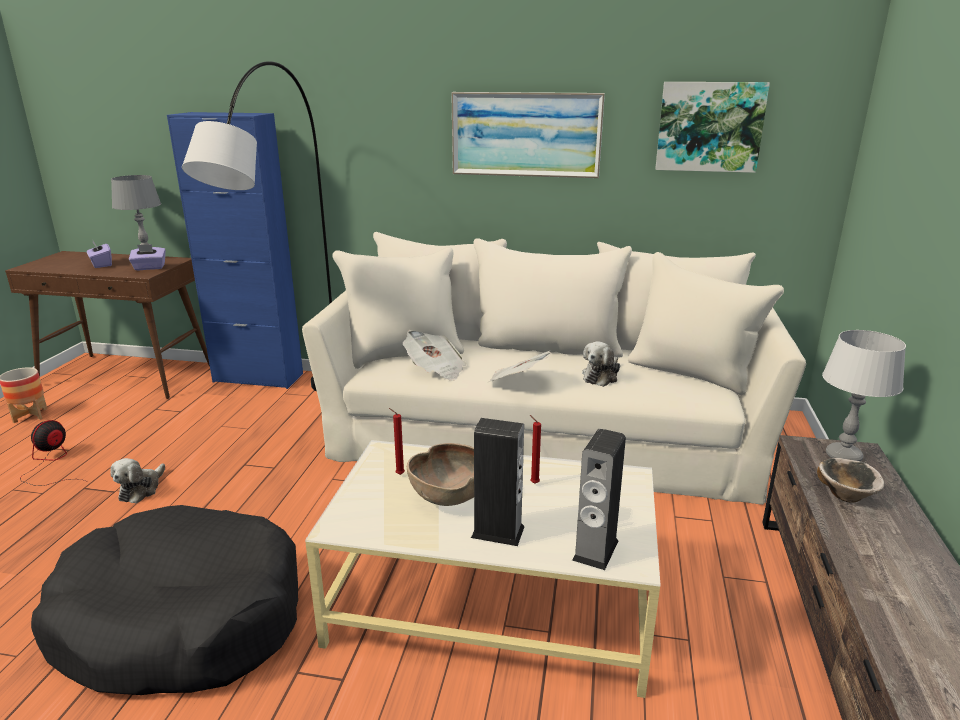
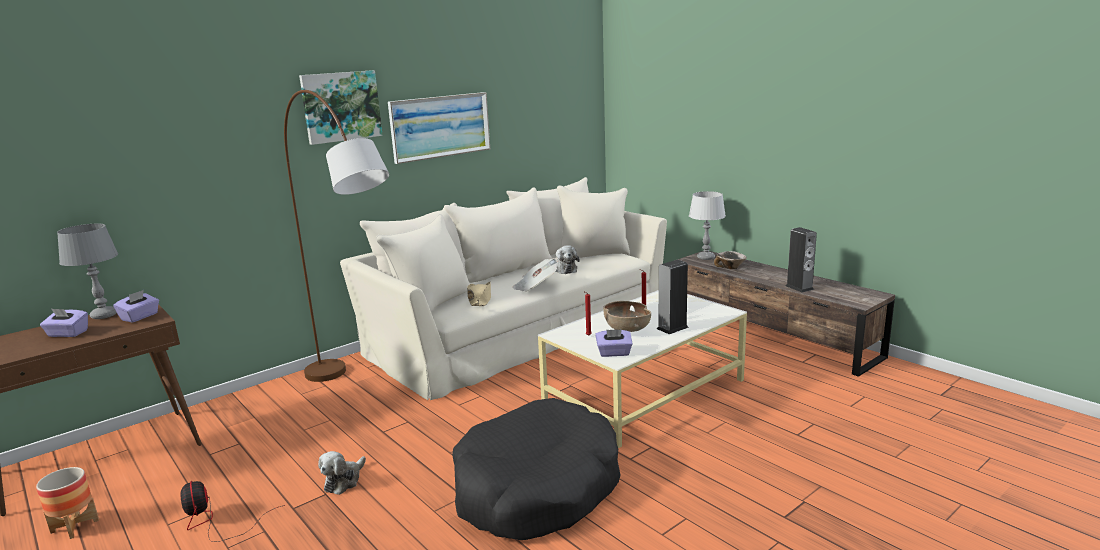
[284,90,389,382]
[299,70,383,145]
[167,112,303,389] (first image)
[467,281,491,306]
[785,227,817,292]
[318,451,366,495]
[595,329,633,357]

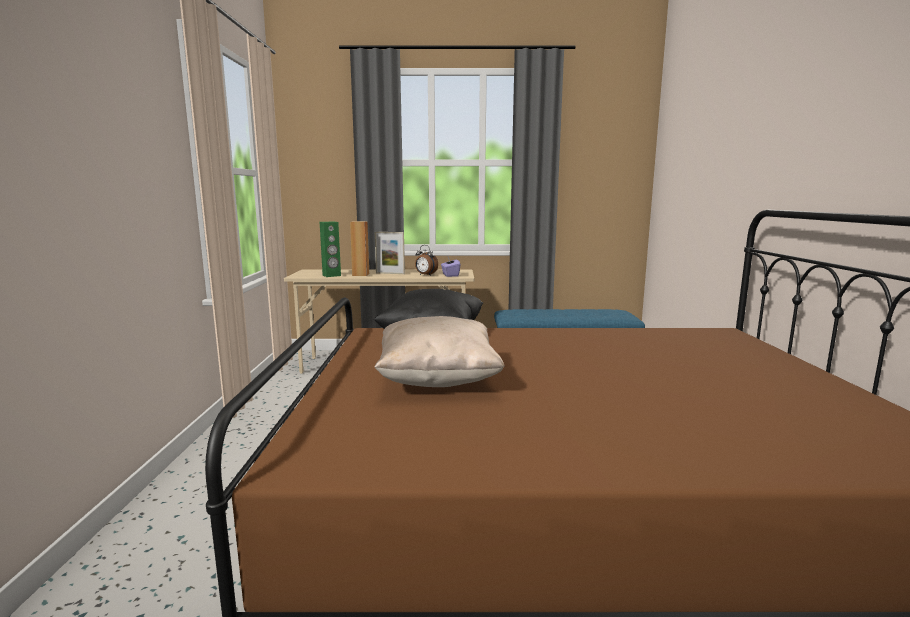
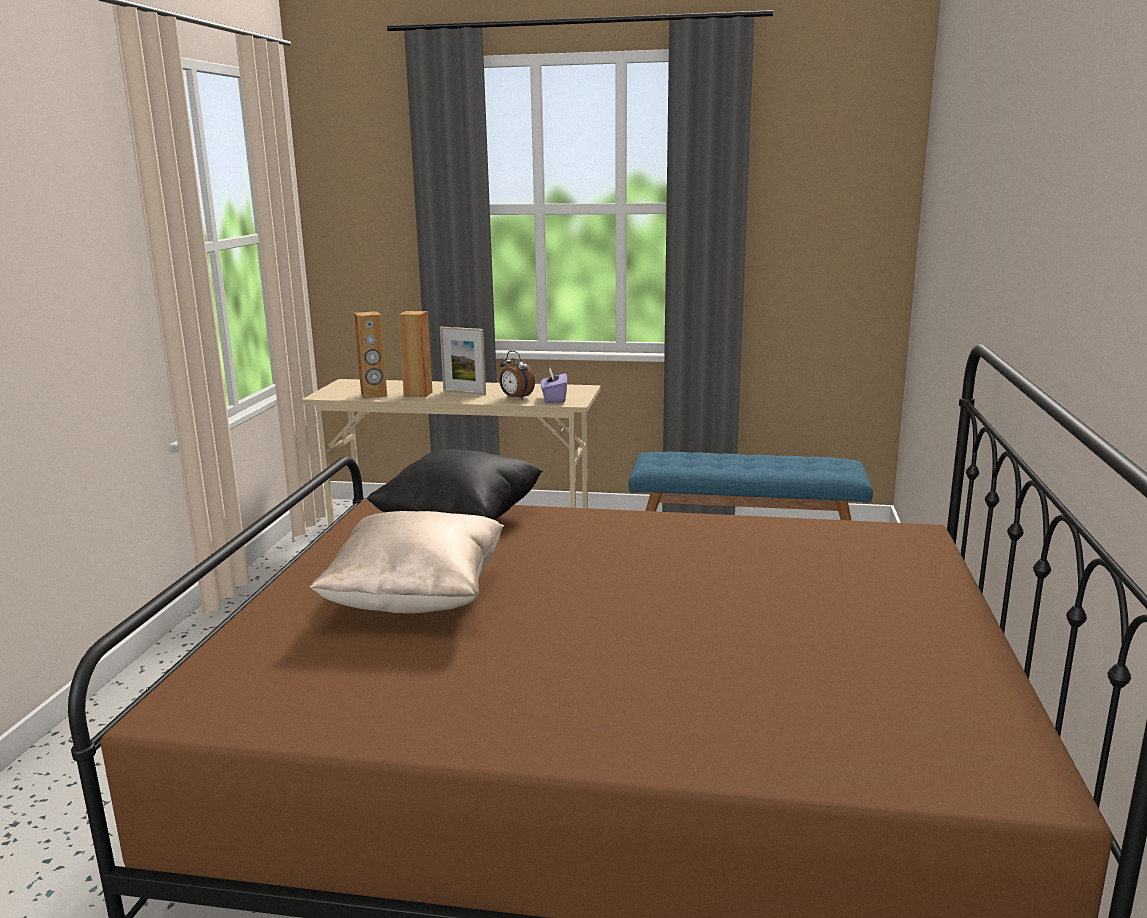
[354,311,387,399]

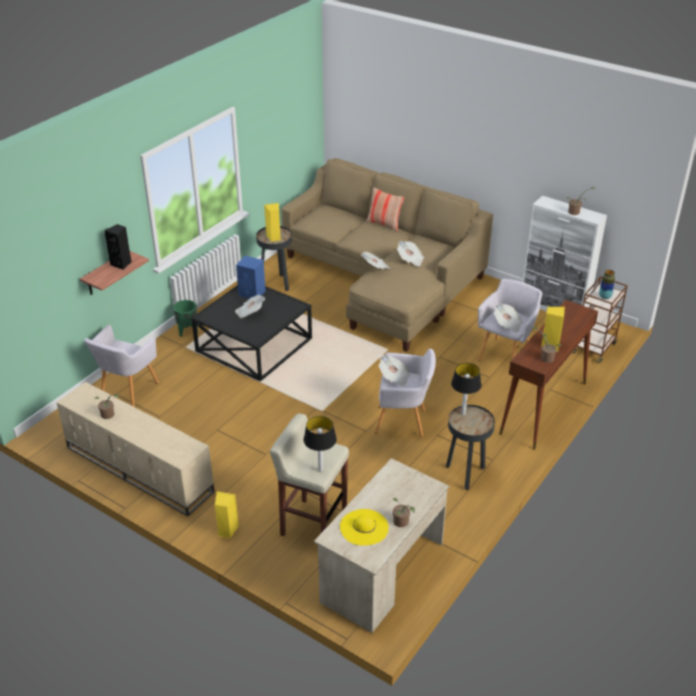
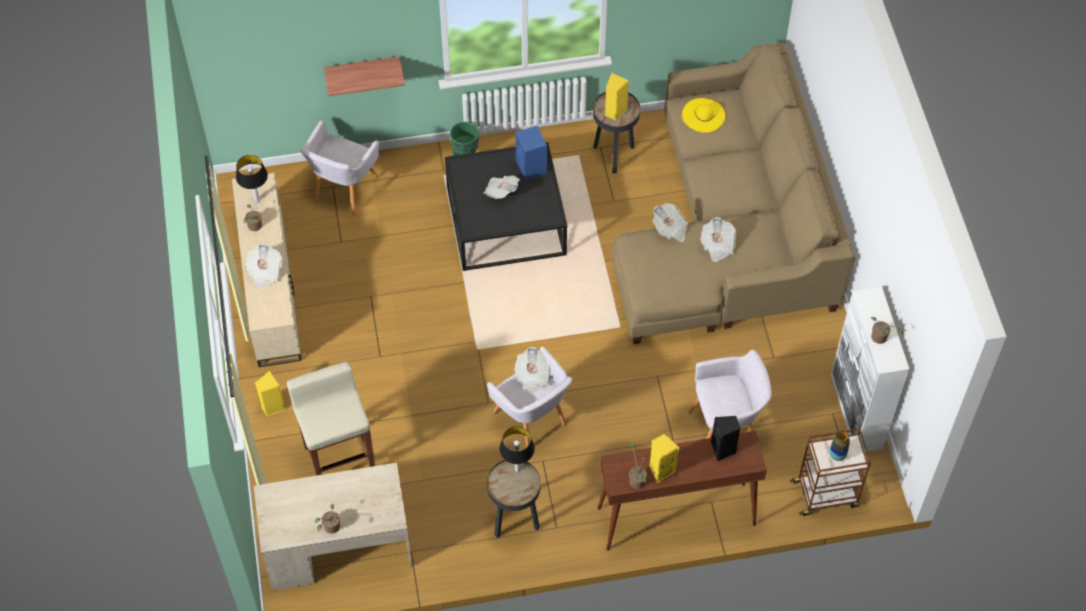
[366,188,404,231] (first image)
[711,416,741,461]
[245,244,282,289]
[300,120,379,216]
[236,155,268,202]
[682,98,725,133]

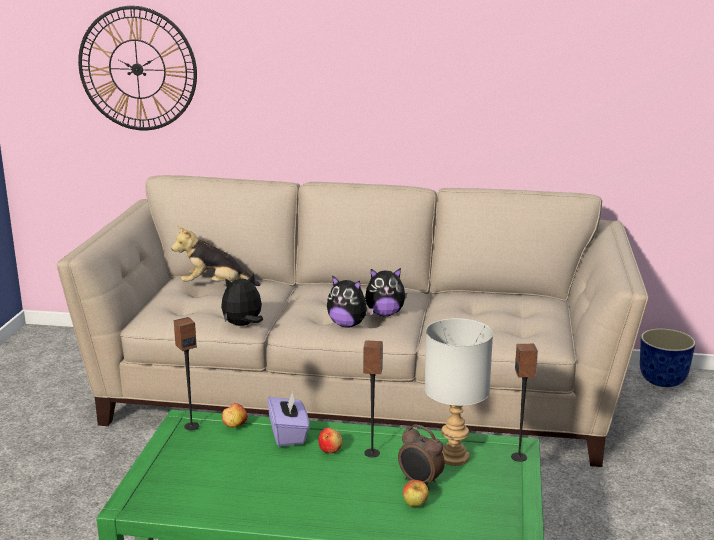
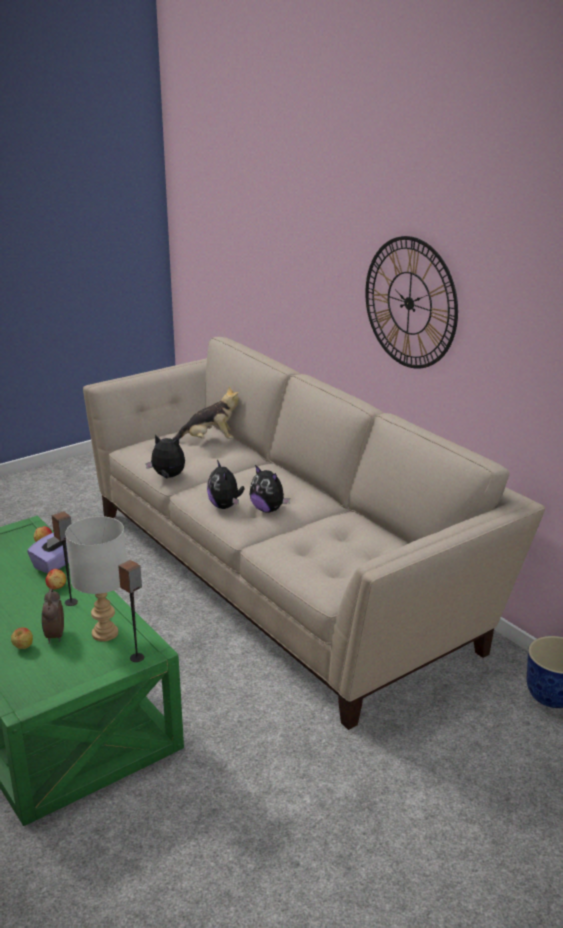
[365,236,458,369]
[173,386,239,441]
[174,317,199,430] (first image)

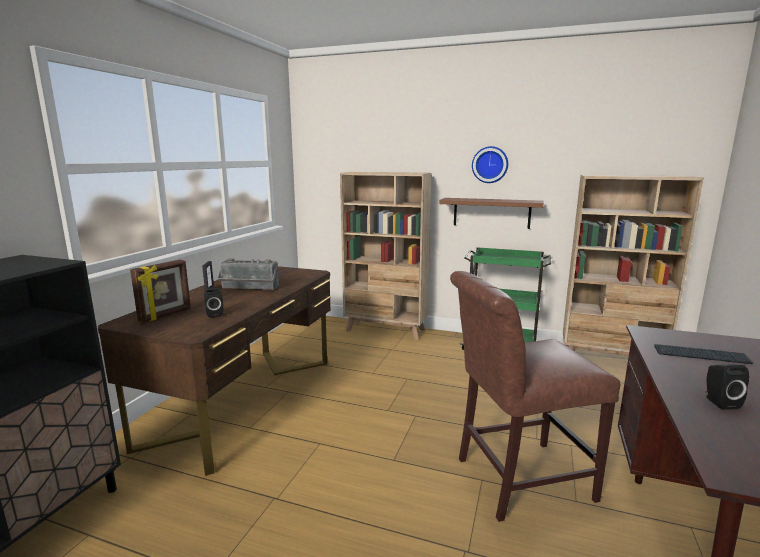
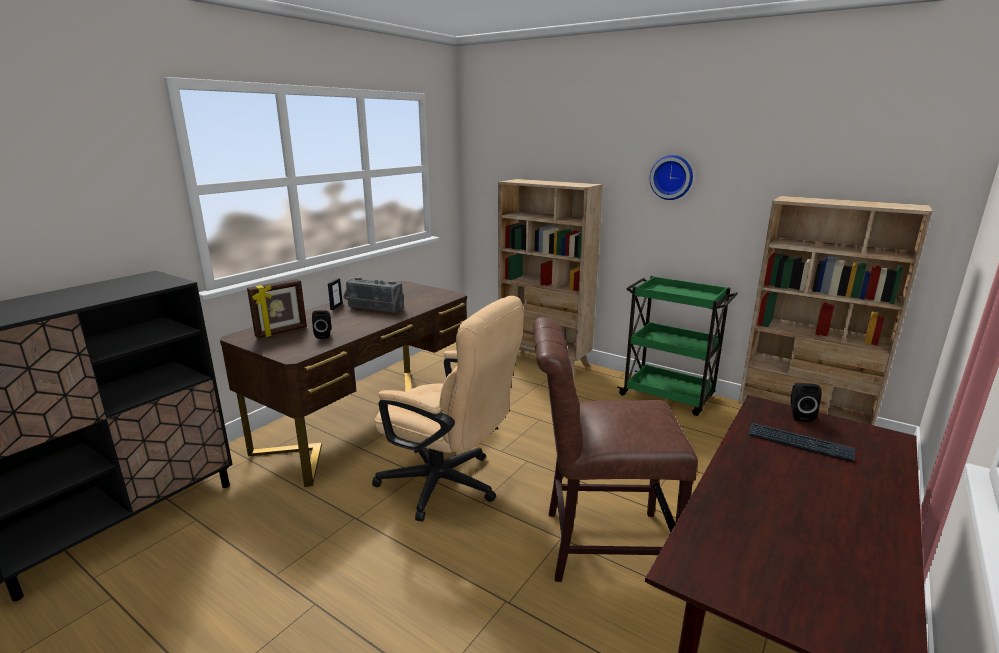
[439,198,544,229] (first image)
[791,383,822,422]
[372,296,524,522]

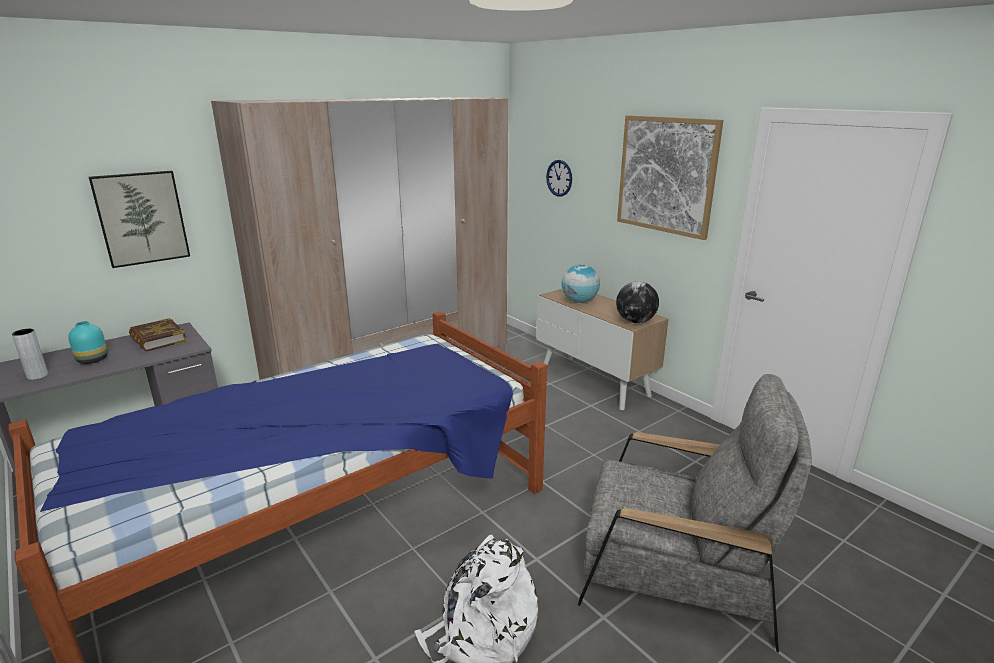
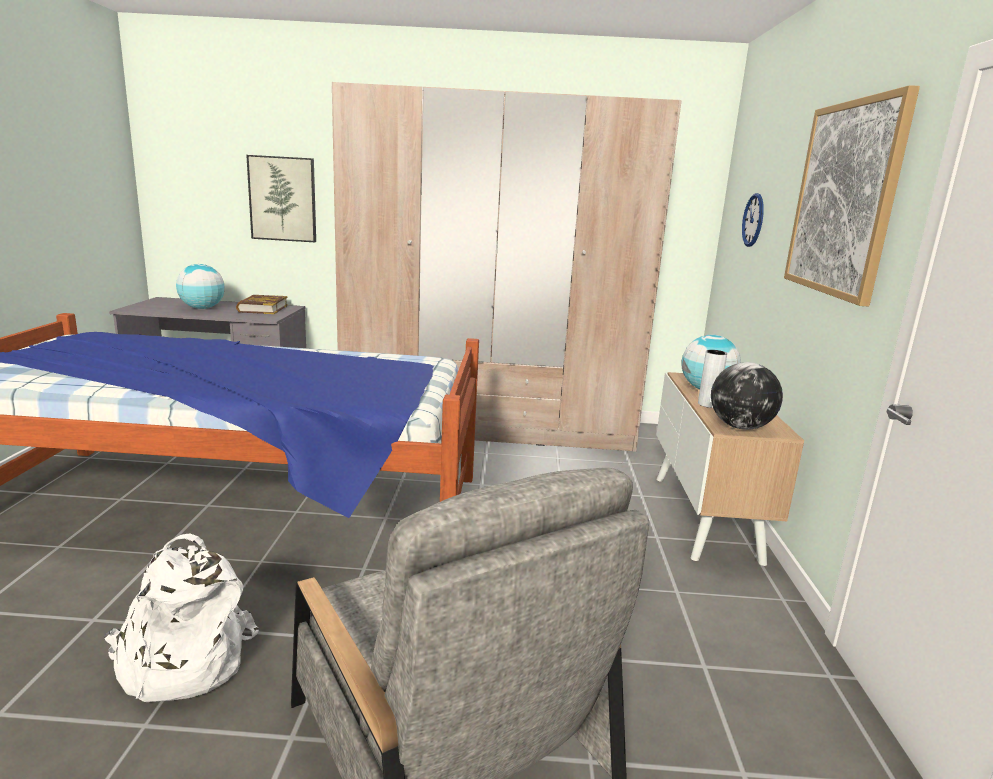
[176,264,225,309]
[698,350,727,408]

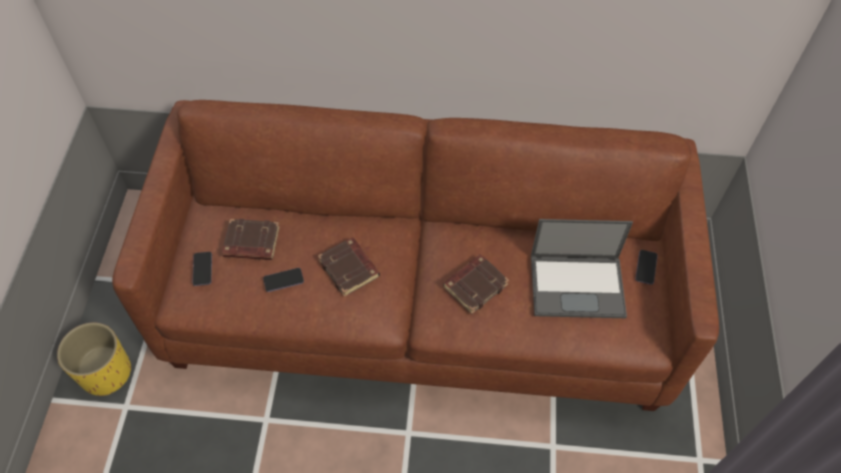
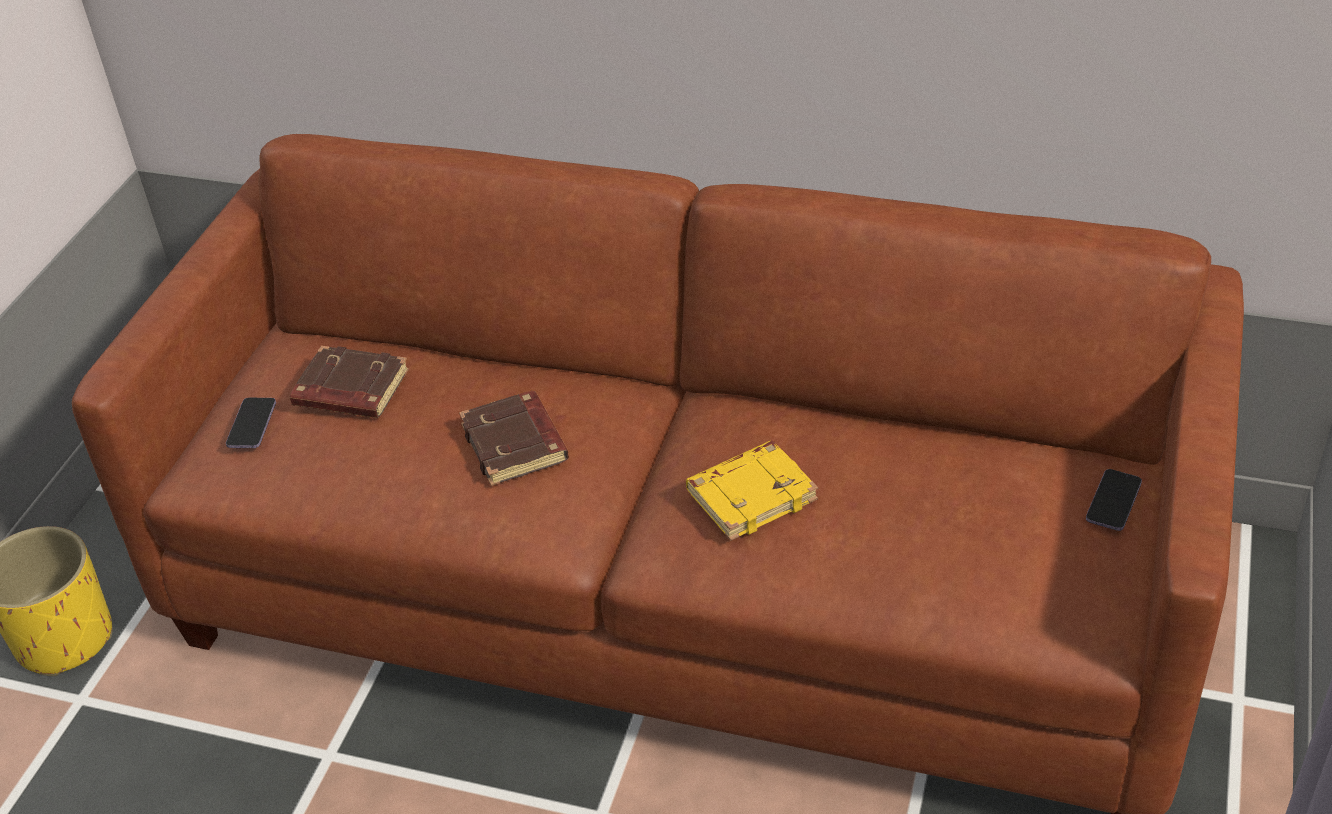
[531,219,633,318] (first image)
[686,441,818,541]
[263,268,304,292] (first image)

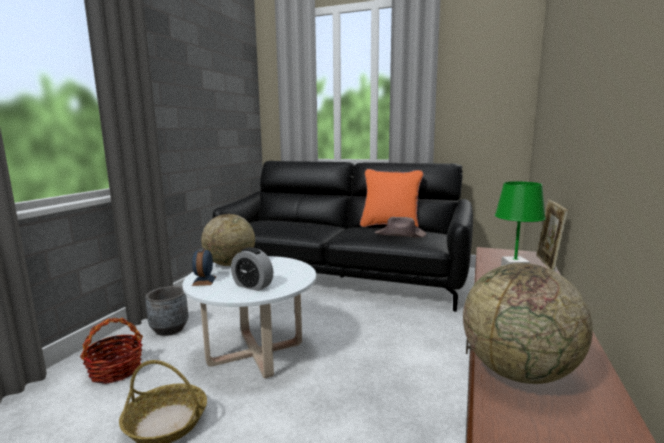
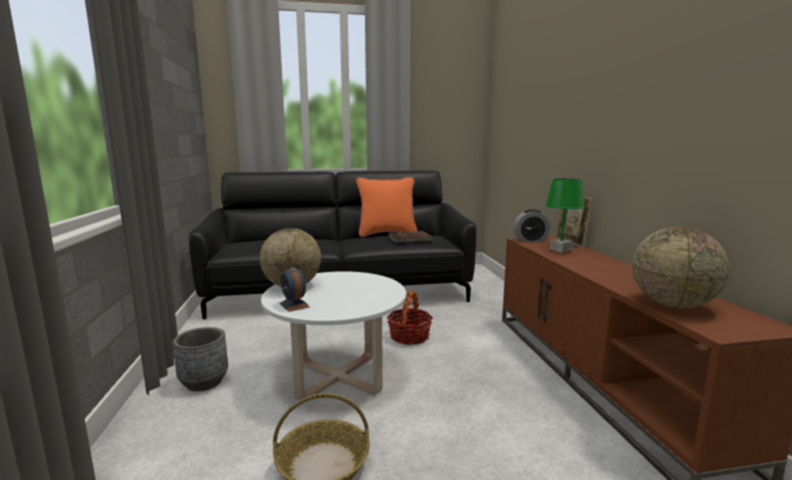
[389,231,432,243]
[513,209,550,242]
[387,291,433,345]

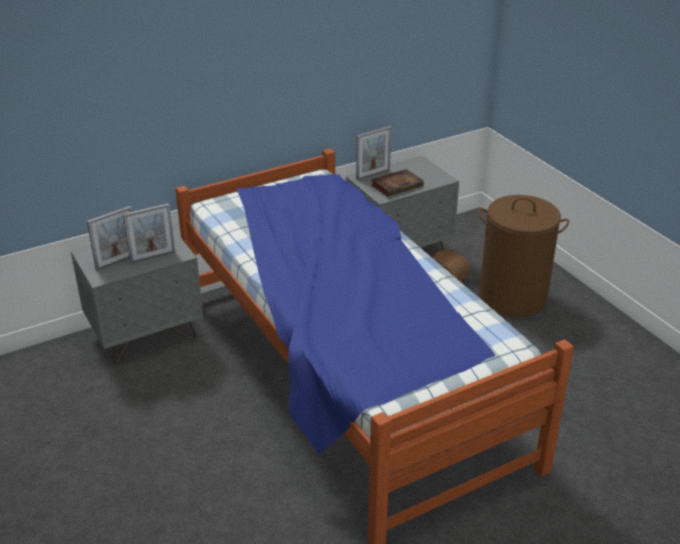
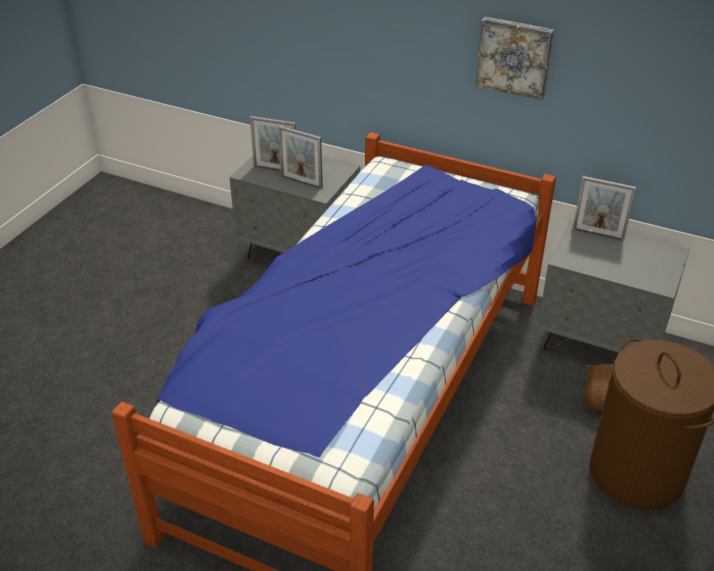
[371,169,424,197] (first image)
[476,17,554,100]

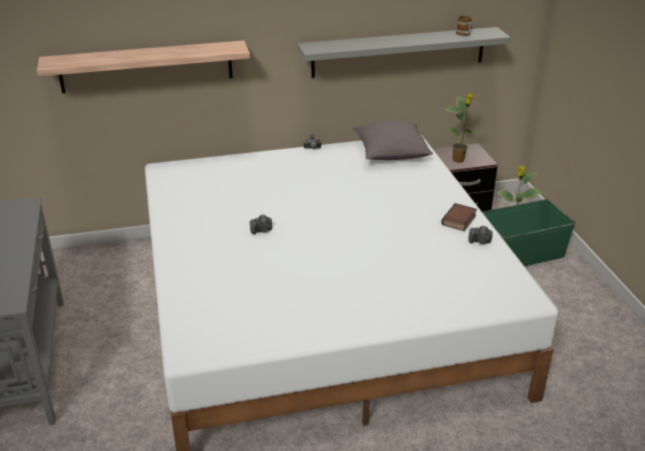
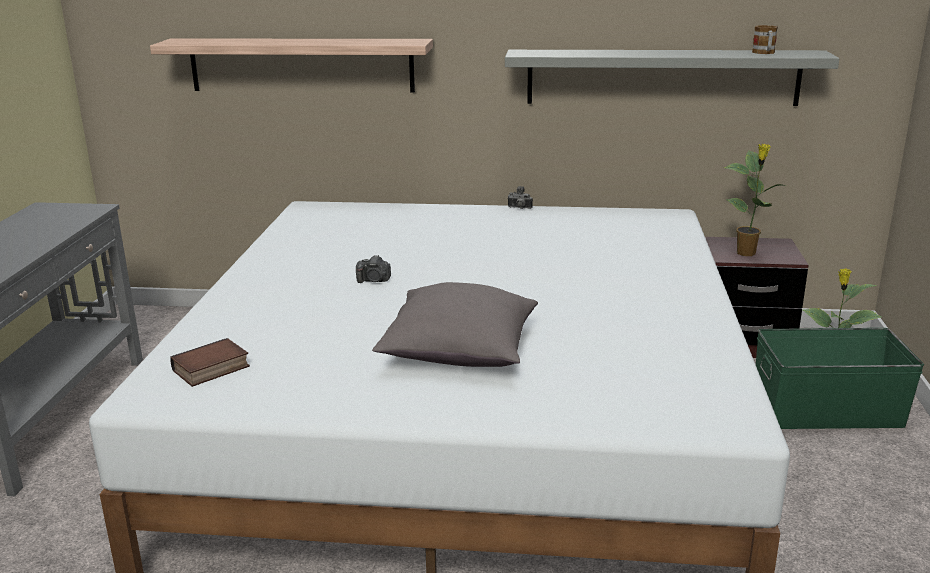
[372,282,538,367]
[170,338,250,387]
[468,225,493,244] (first image)

